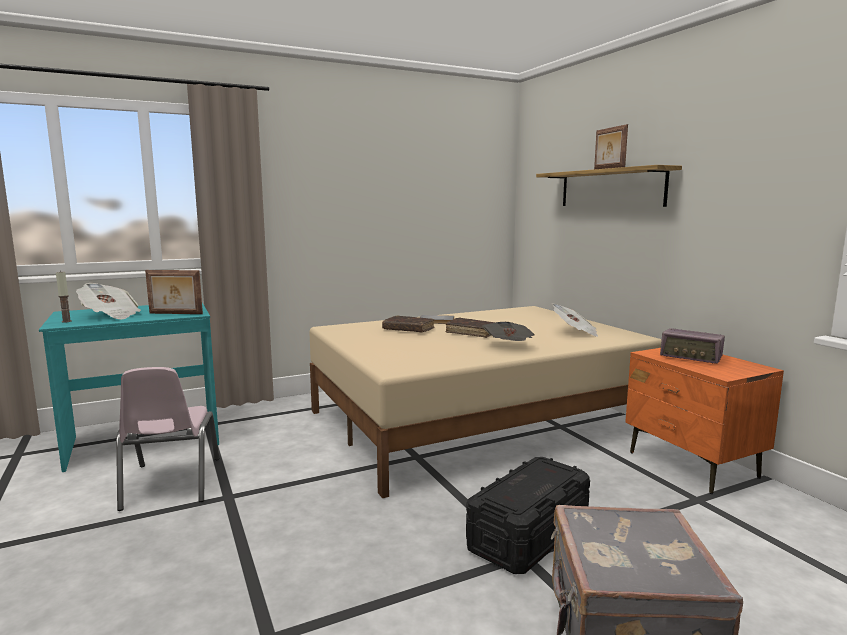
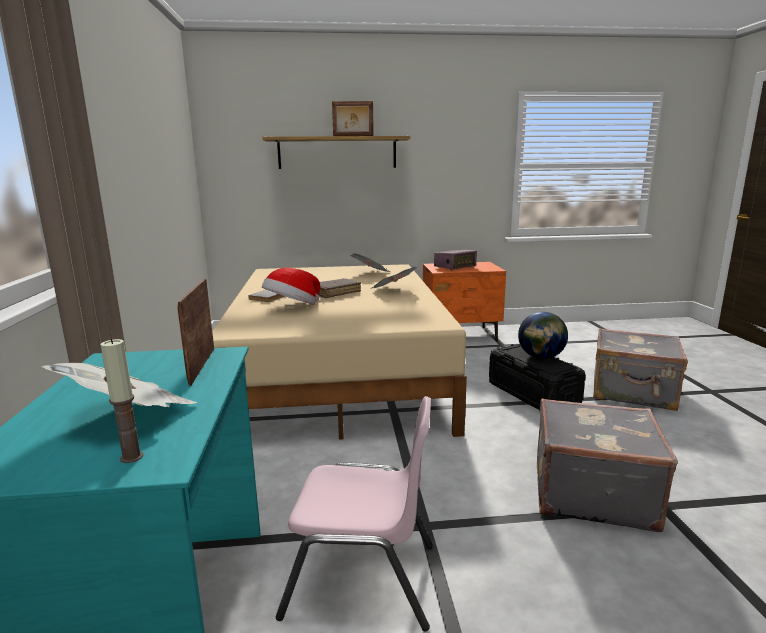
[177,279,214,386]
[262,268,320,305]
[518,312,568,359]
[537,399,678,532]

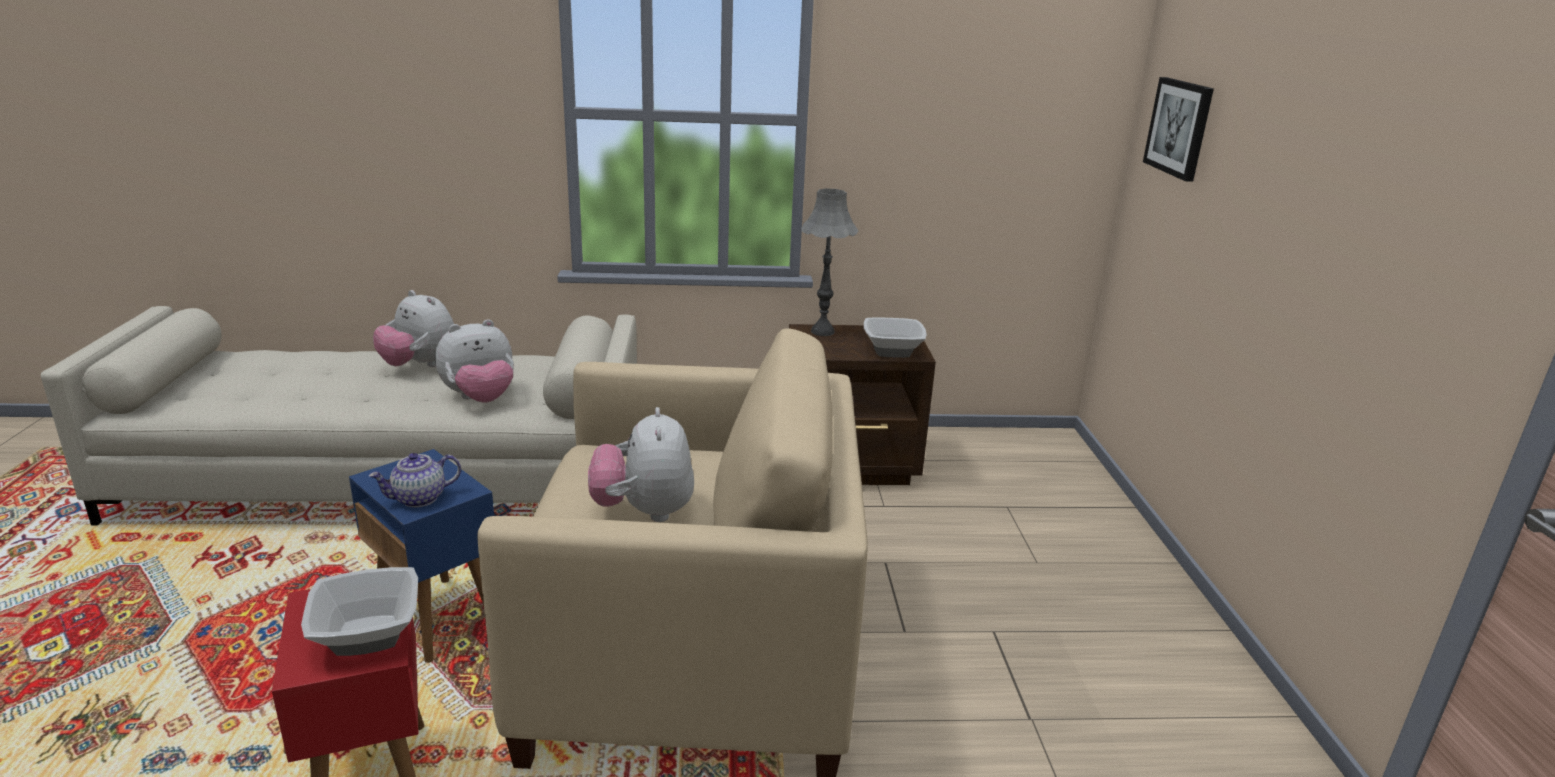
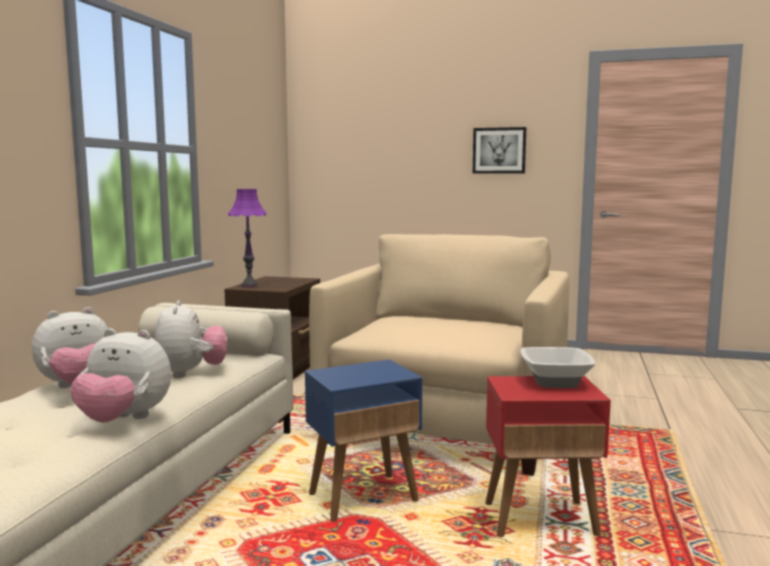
[473,127,526,174]
[228,189,267,287]
[864,317,927,358] (first image)
[70,328,171,423]
[369,453,461,507] (first image)

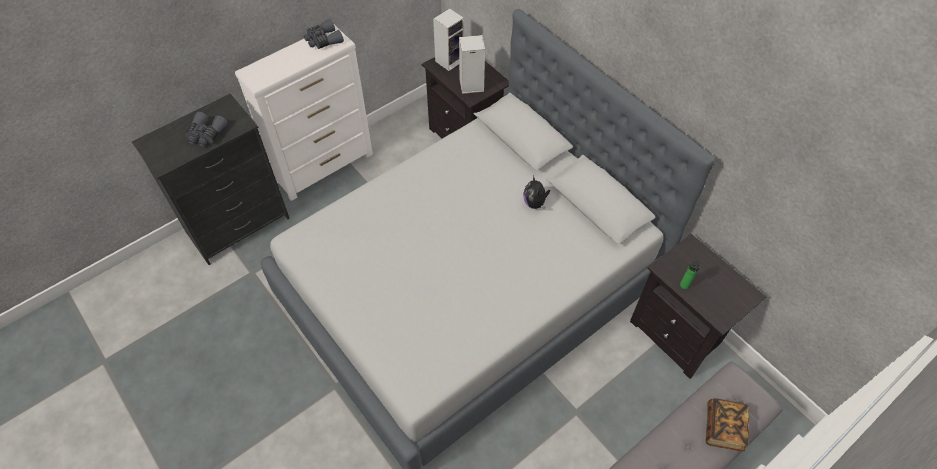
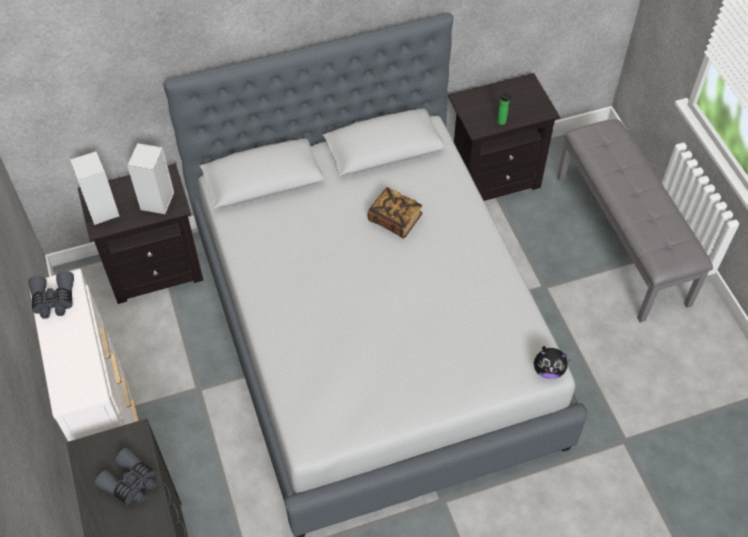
[534,346,569,379]
[367,187,423,238]

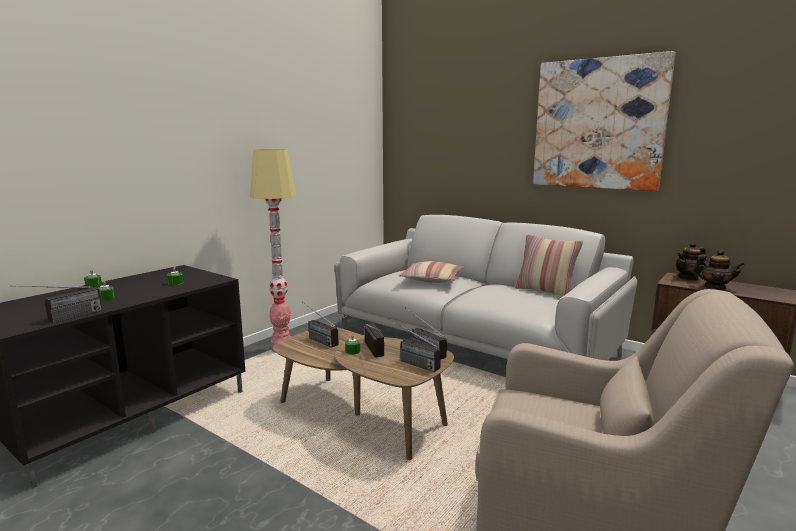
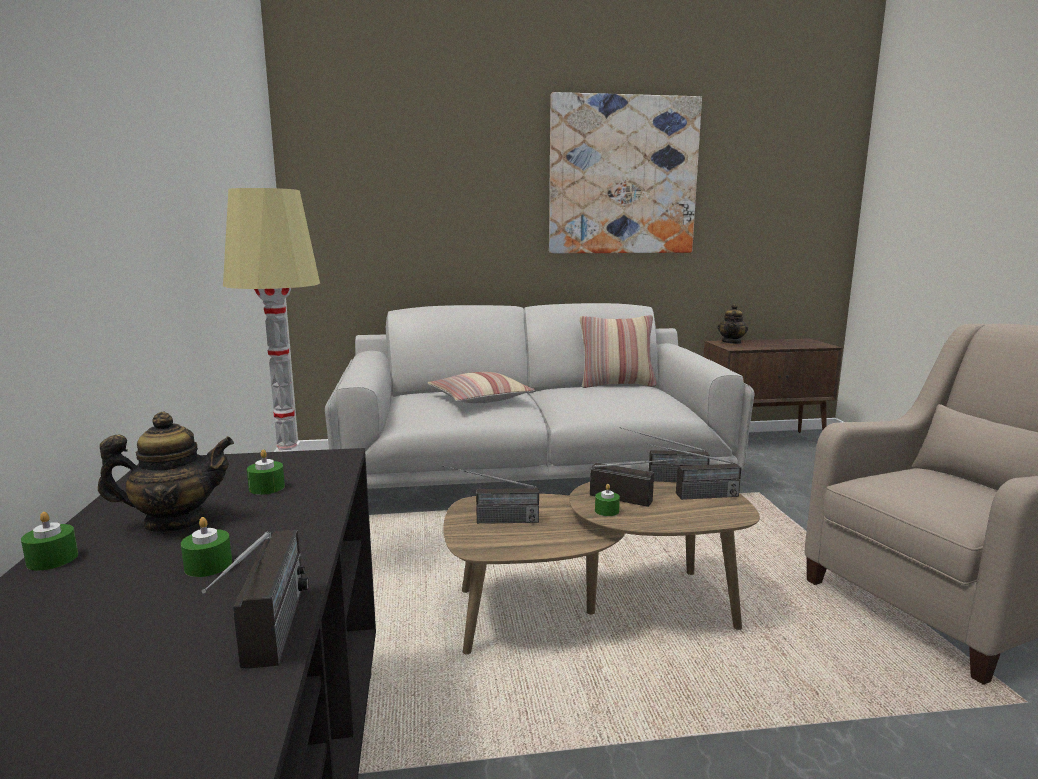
[98,412,234,532]

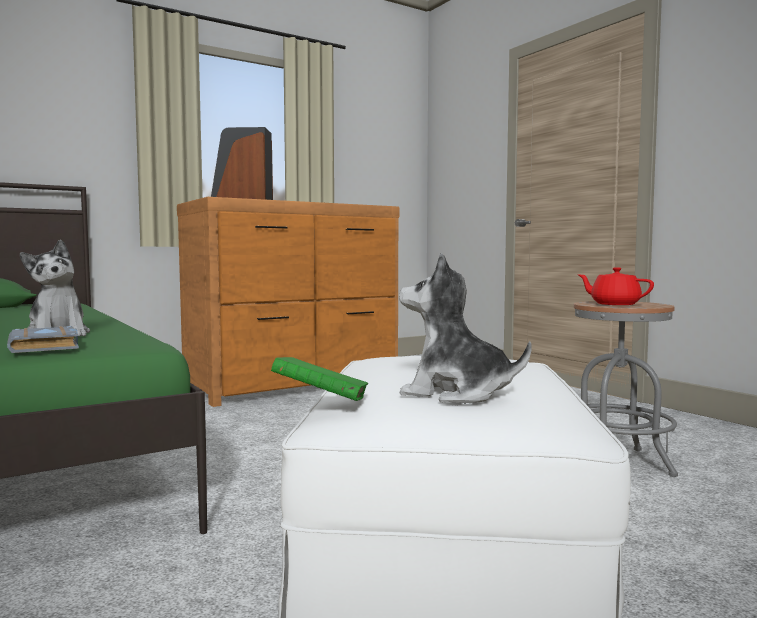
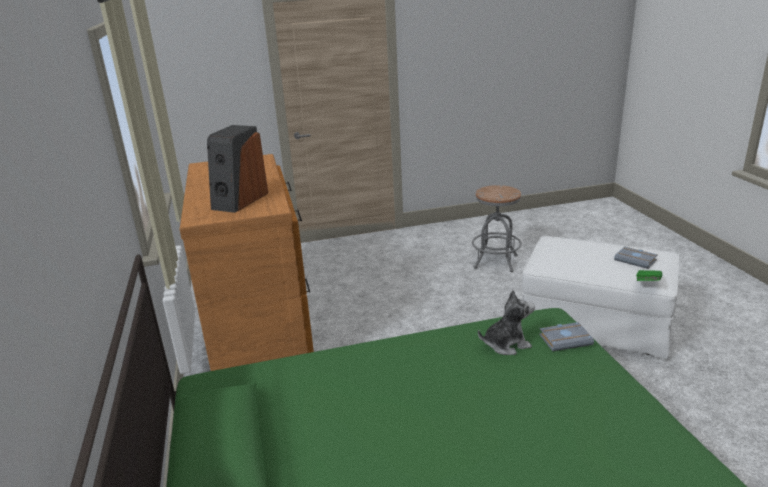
[614,246,657,269]
[579,267,654,305] (first image)

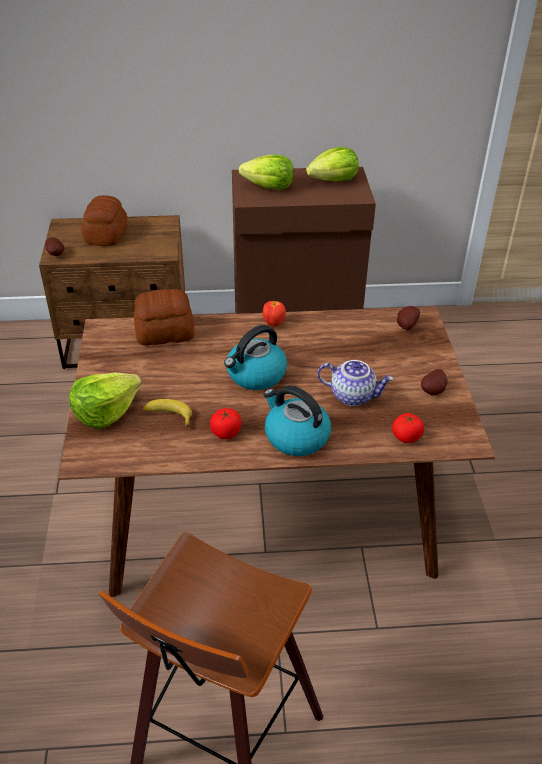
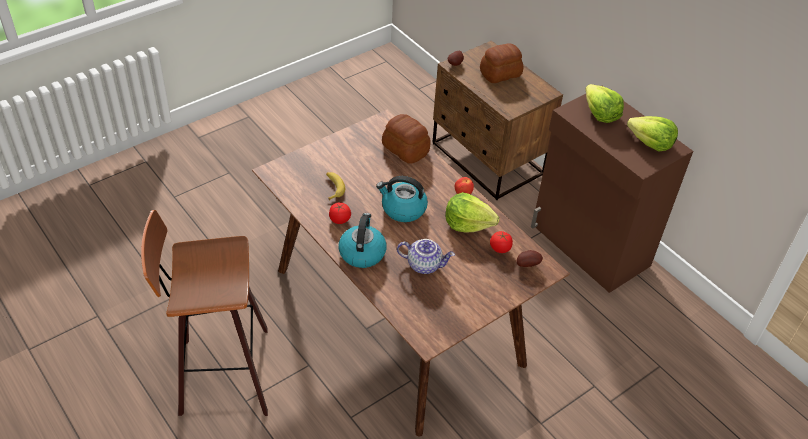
[397,239,455,274]
[421,369,448,395] (first image)
[445,192,499,233]
[490,231,513,253]

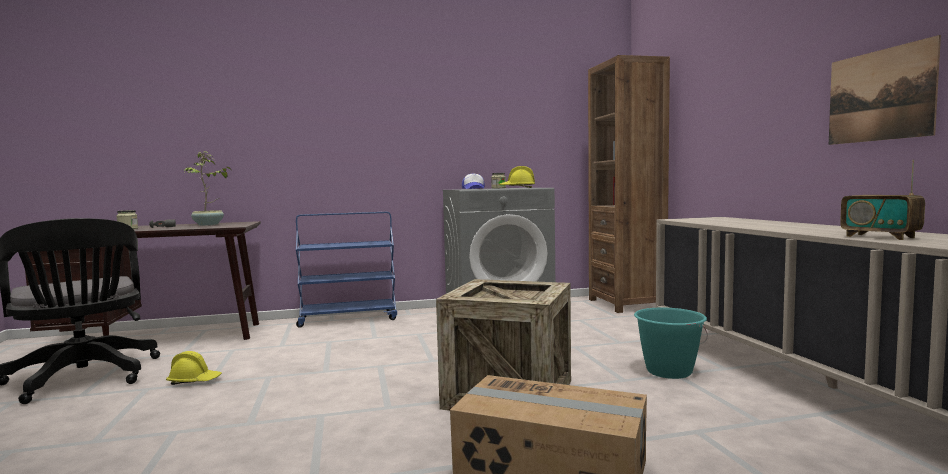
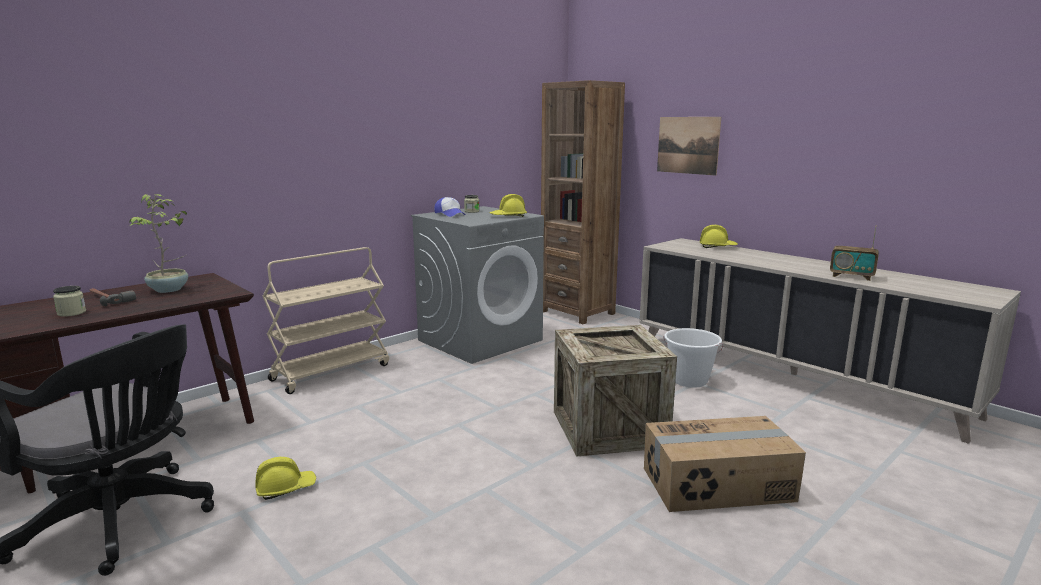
[657,117,721,176]
[263,247,389,394]
[663,328,723,388]
[700,225,738,248]

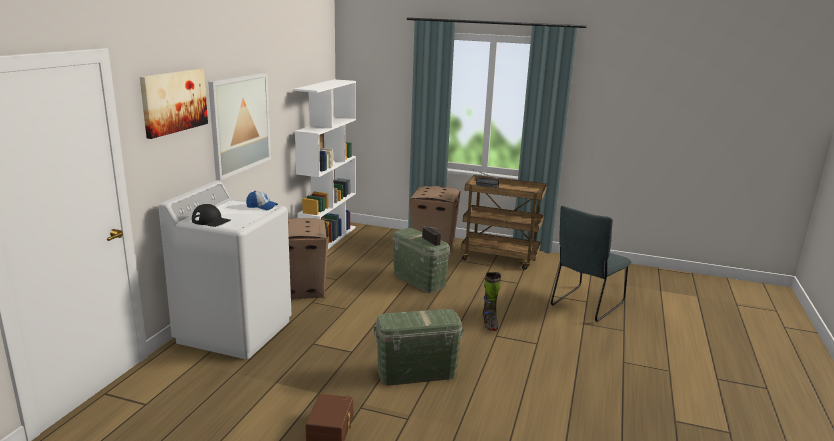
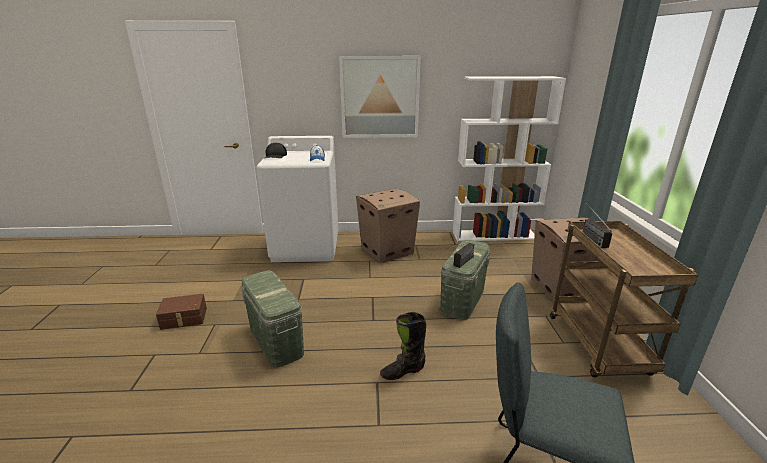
[140,69,208,139] (first image)

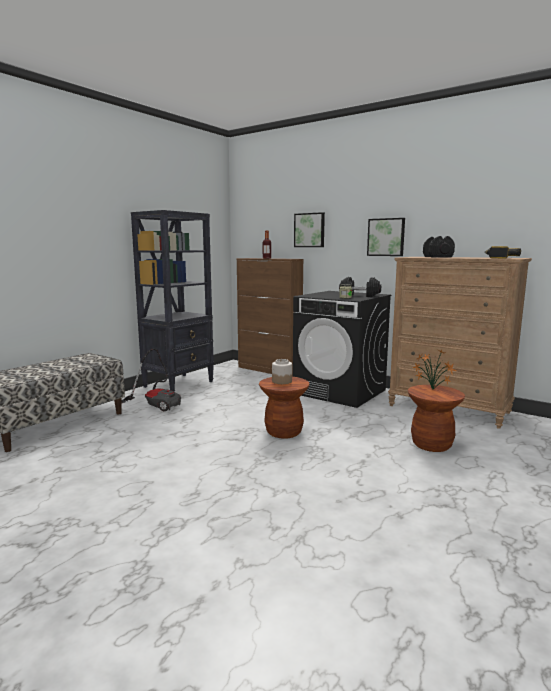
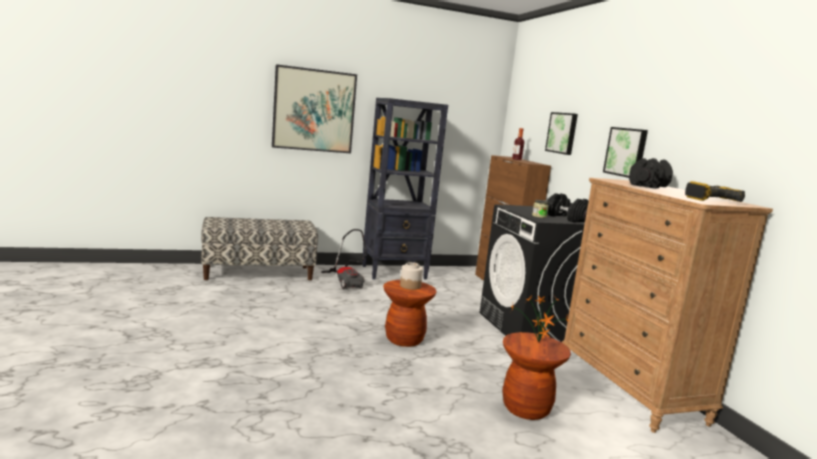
[272,64,357,153]

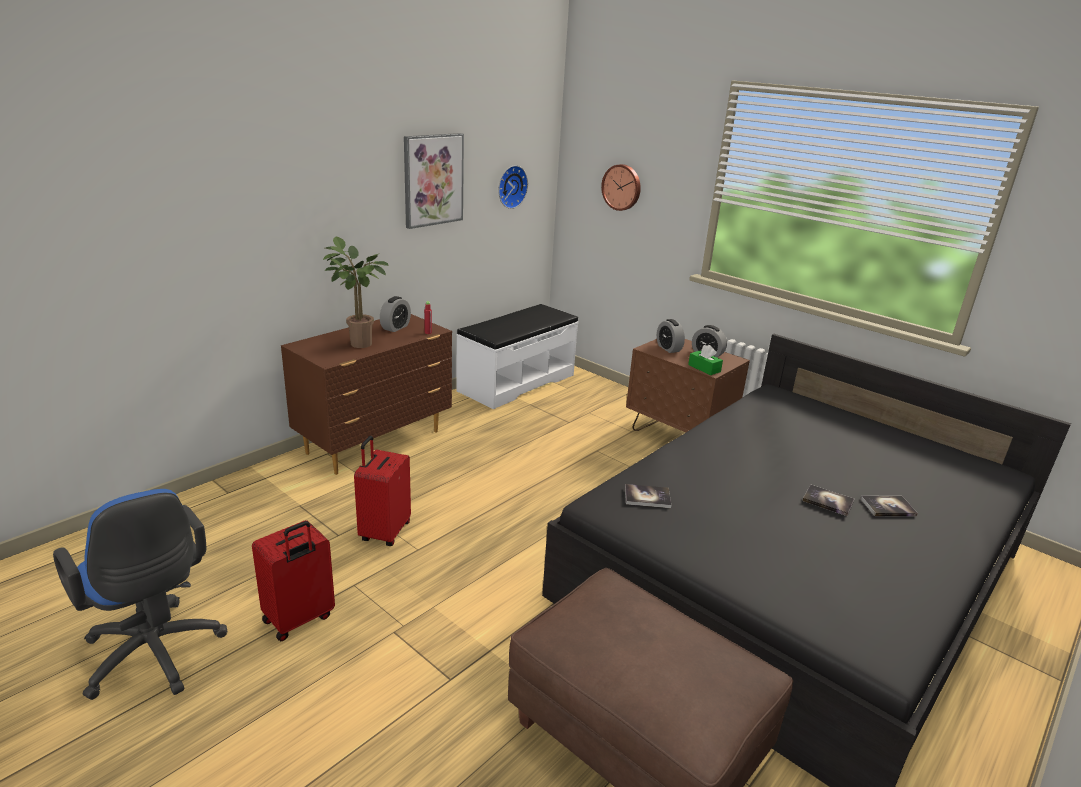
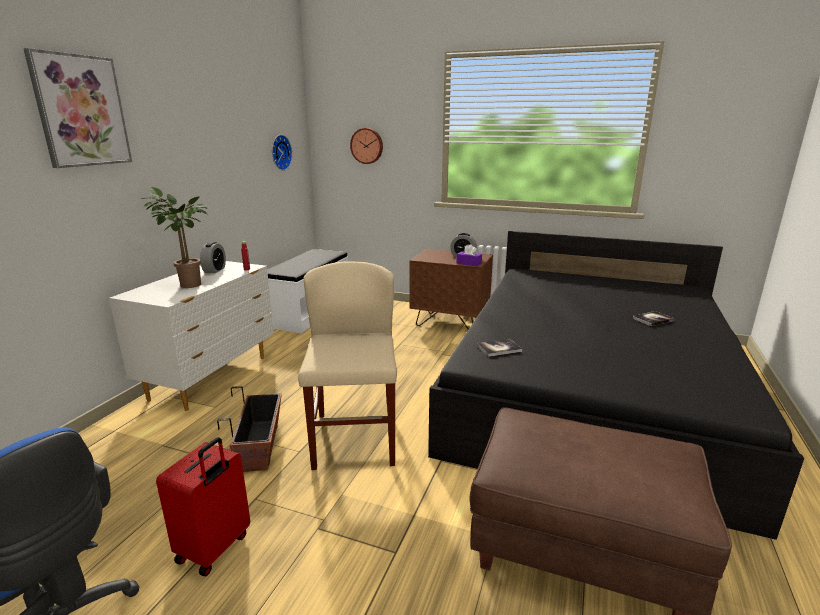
[23,48,132,168]
[109,261,274,411]
[657,319,685,353] (first image)
[456,244,482,266]
[217,386,282,472]
[802,485,854,516] (first image)
[298,262,397,470]

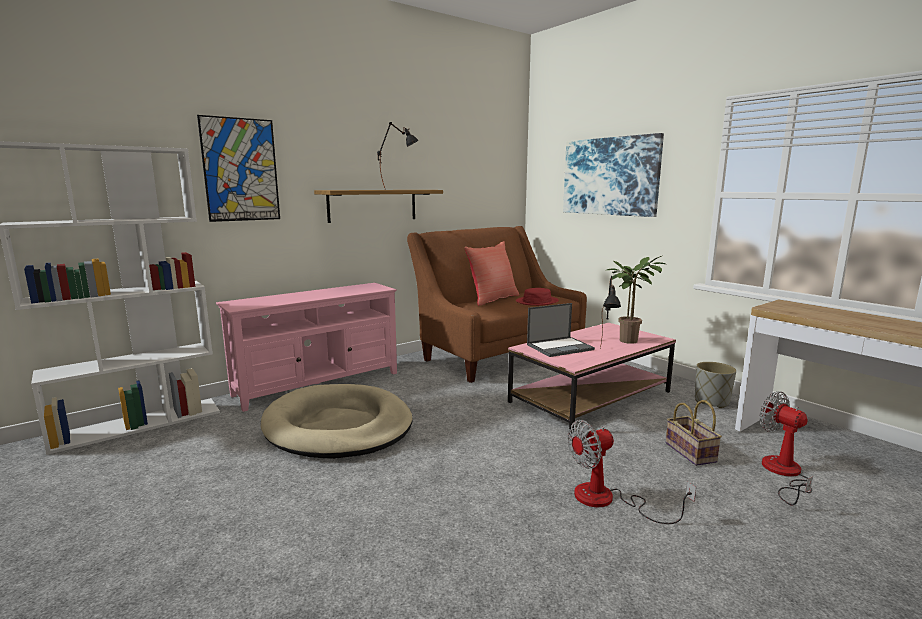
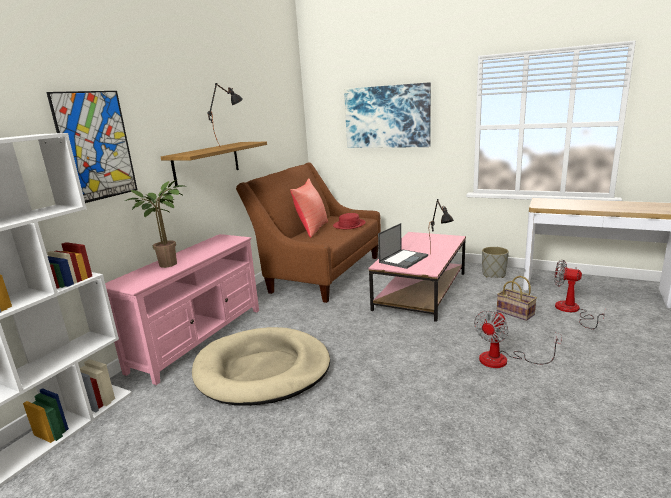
[125,179,185,268]

